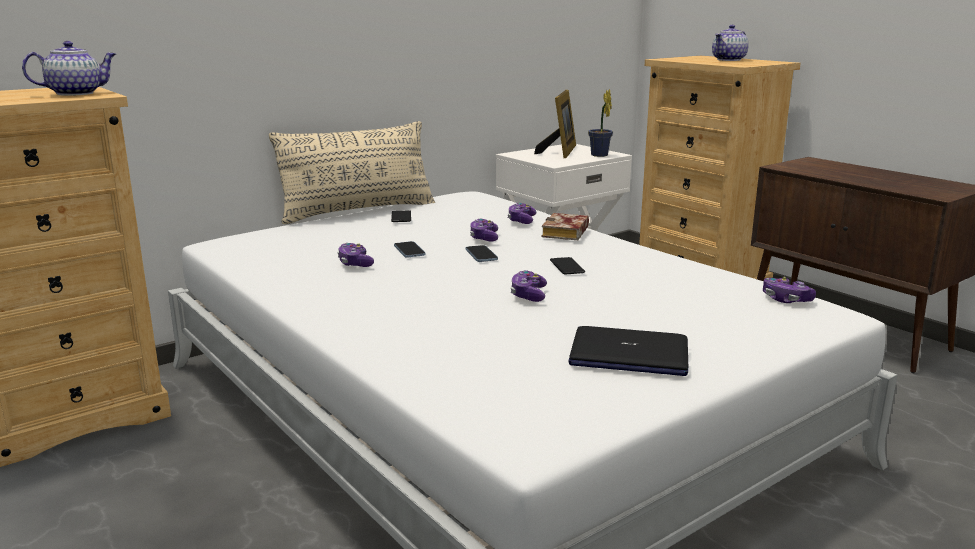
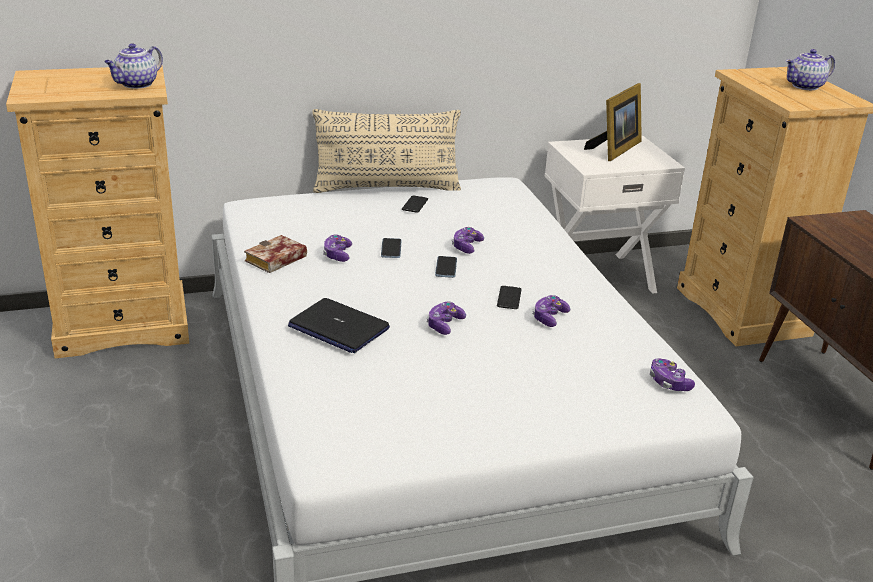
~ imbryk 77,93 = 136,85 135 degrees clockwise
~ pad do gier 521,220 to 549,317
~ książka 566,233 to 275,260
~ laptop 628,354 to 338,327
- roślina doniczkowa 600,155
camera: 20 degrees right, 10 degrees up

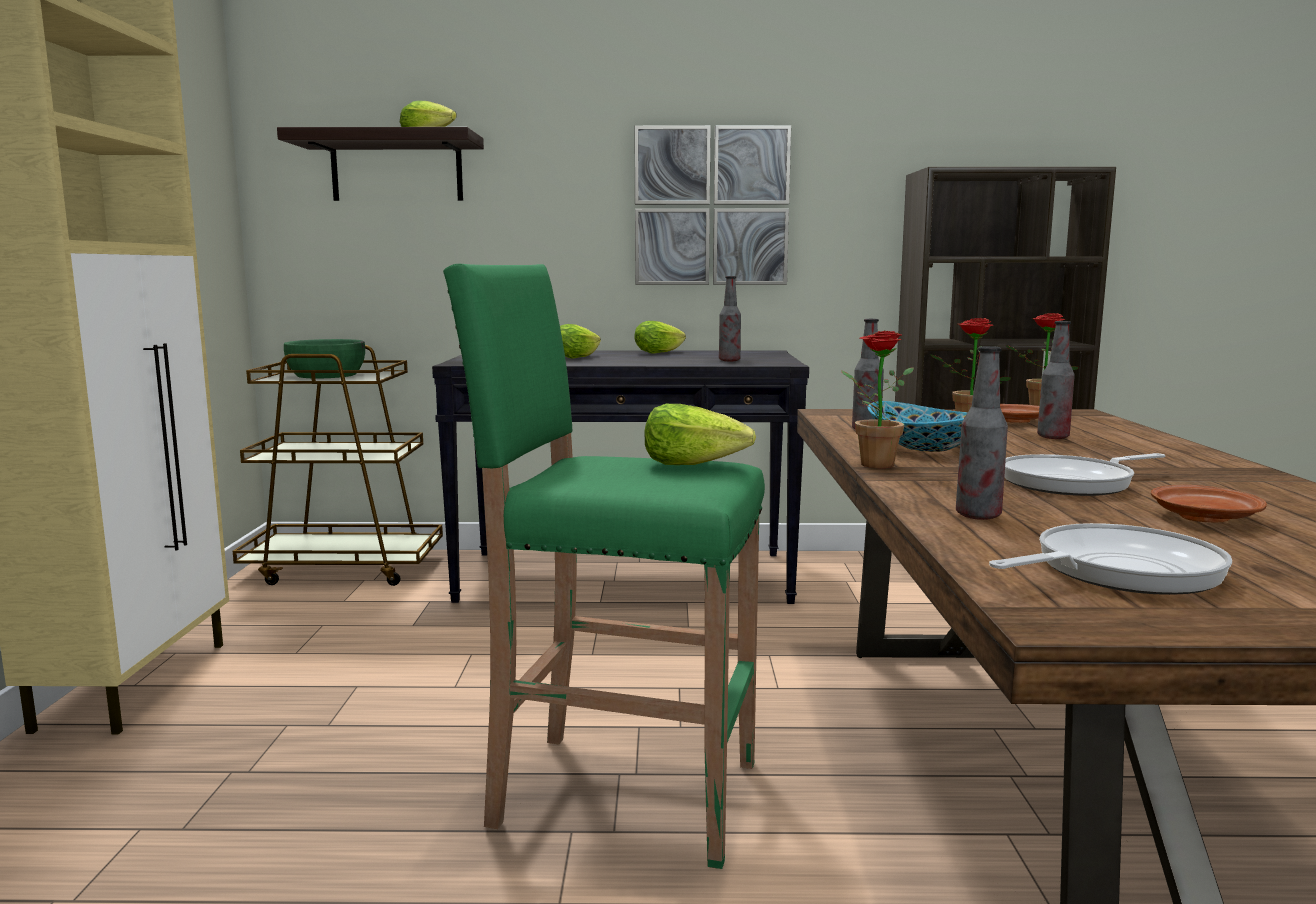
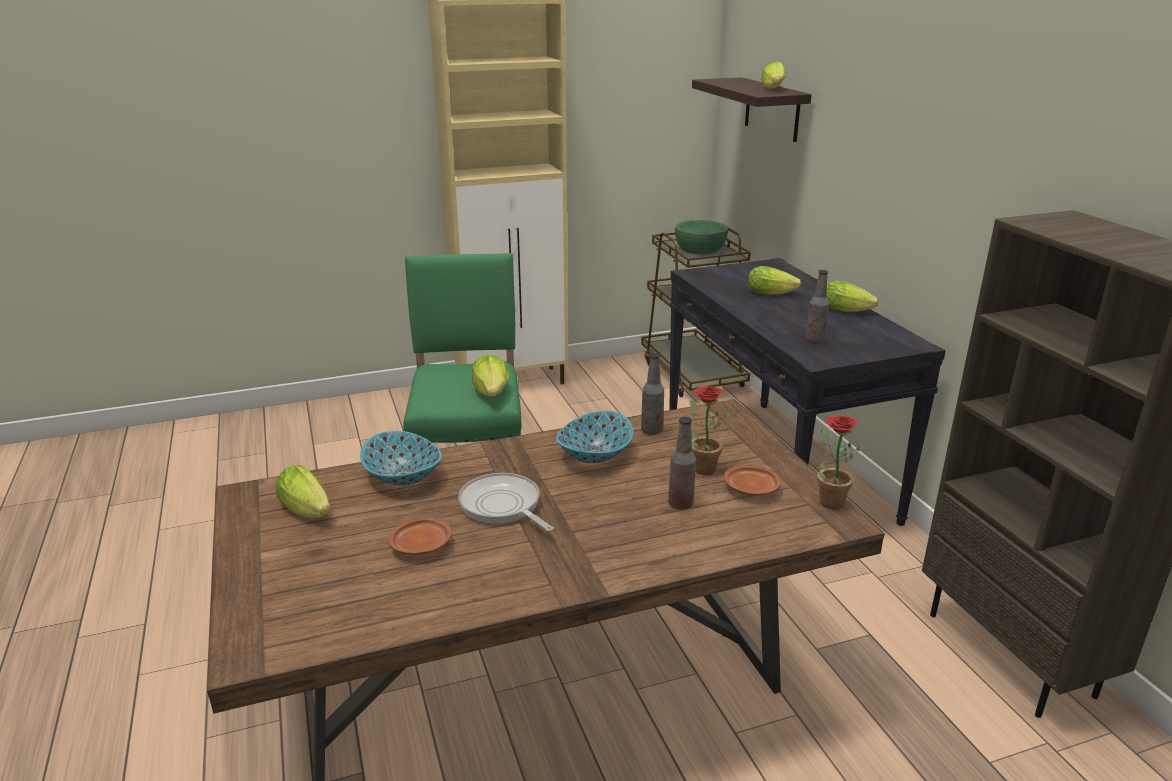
- obraz 711,206
- roślina doniczkowa 870,463
~ butelka 978,515 to miska 404,476
~ patelnia 1118,571 to sałata 308,511
camera: 70 degrees right, 15 degrees up

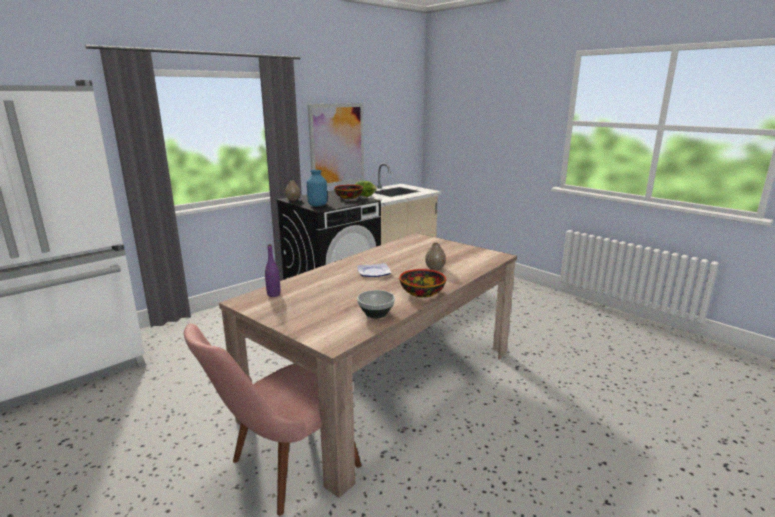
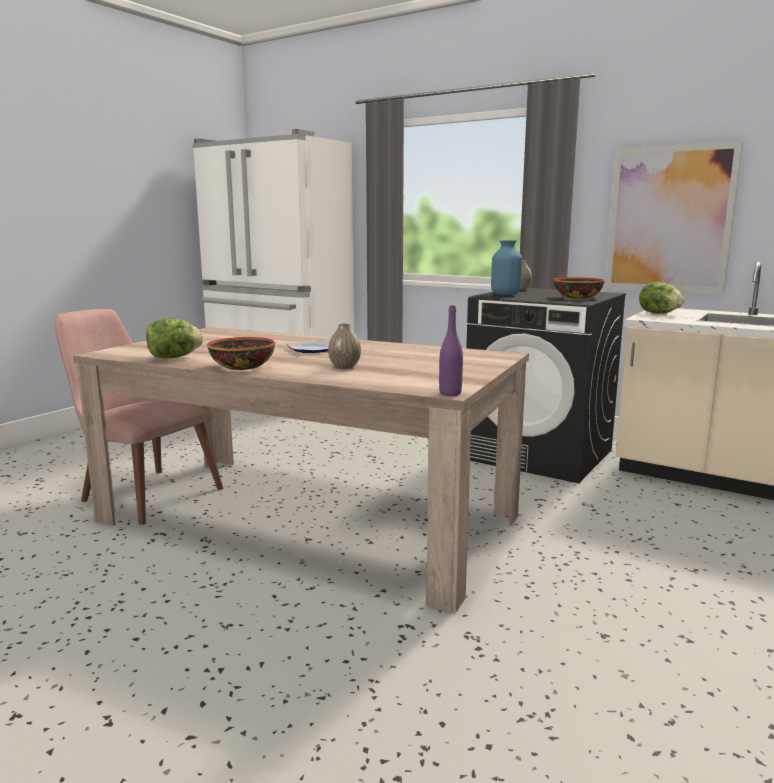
~ butelka (fioletowy) 273,294 to 450,393
~ miska 375,314 to sałata 174,358
camera: 75 degrees right, 5 degrees down

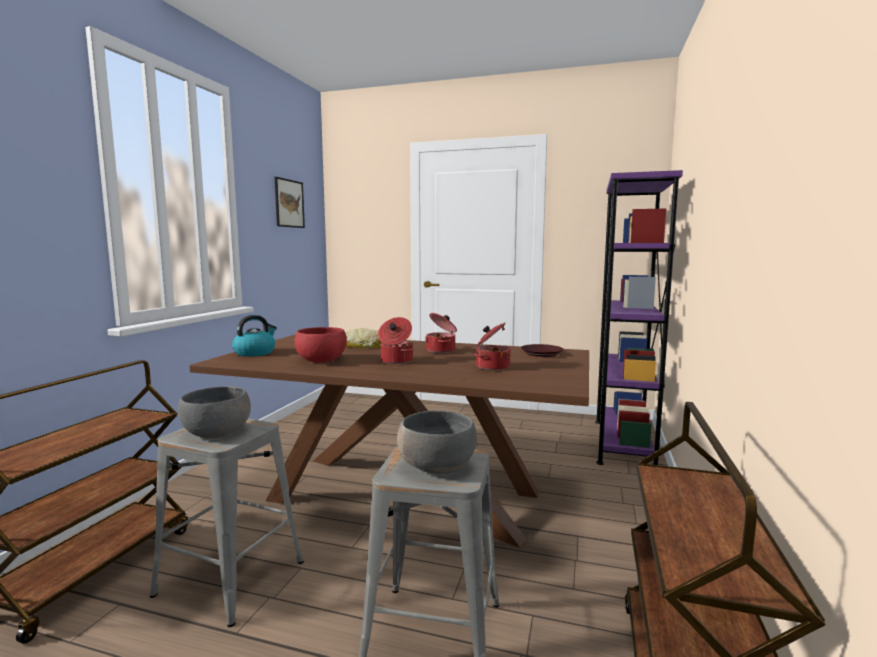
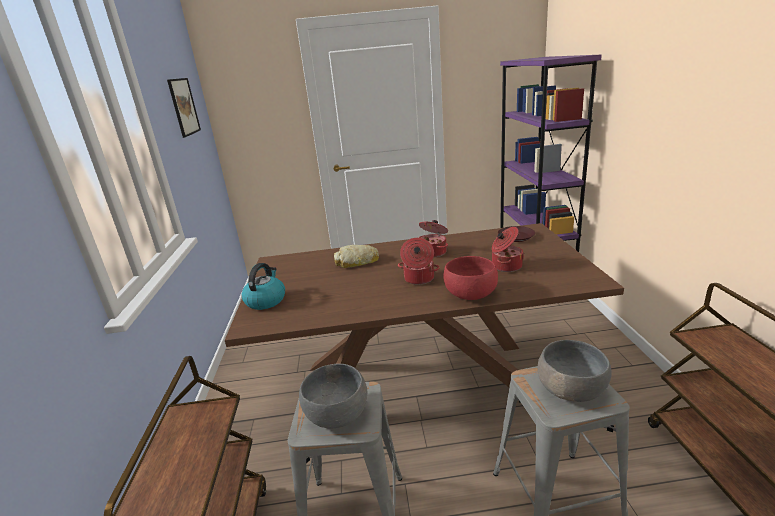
~ miska (czerwony) 321,360 to 470,294
camera: 20 degrees left, 15 degrees up

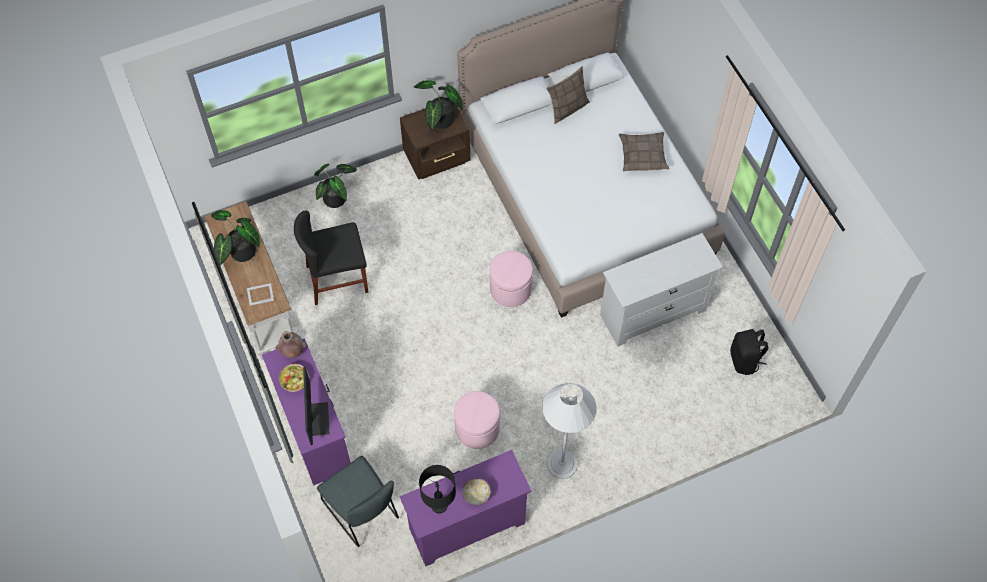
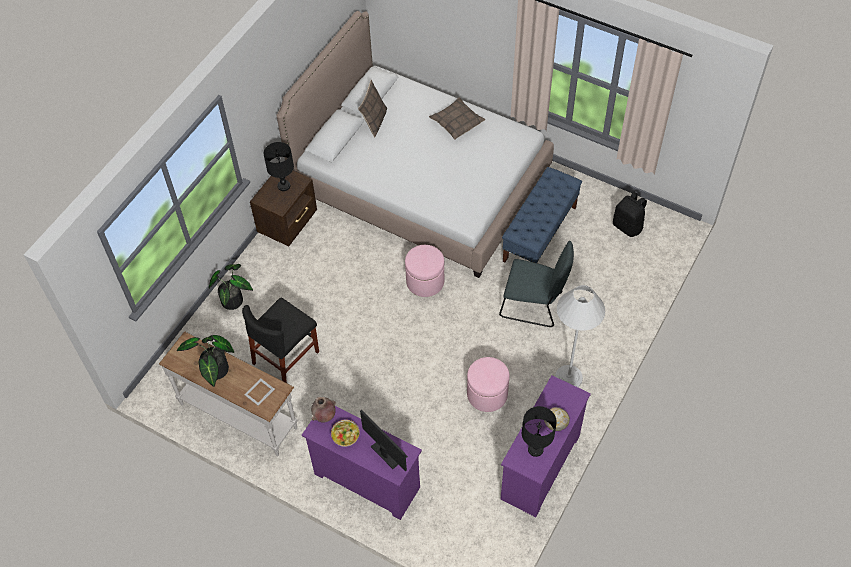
~ krzesło (szary) 362,512 to 534,305
~ roślina doniczkowa 440,121 to lampa stołowa (czarny) 284,186
~ komoda (biały) 653,312 to ławka (niebieski) 540,233
camera: 35 degrees left, 5 degrees down

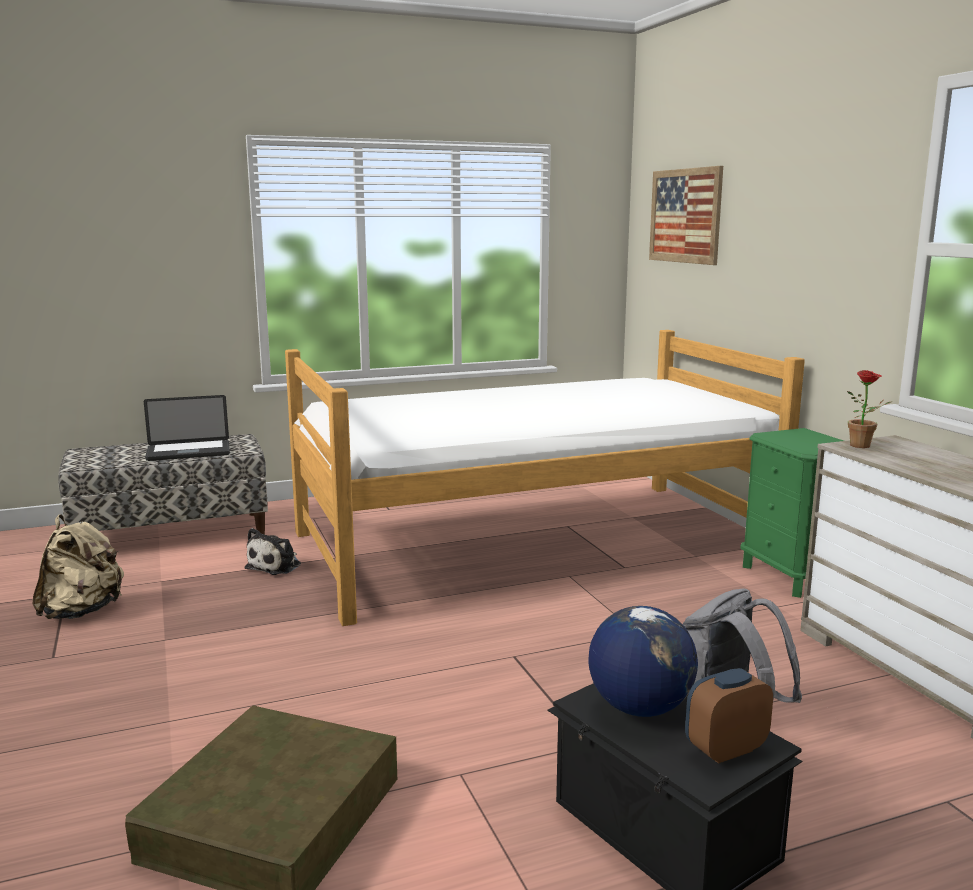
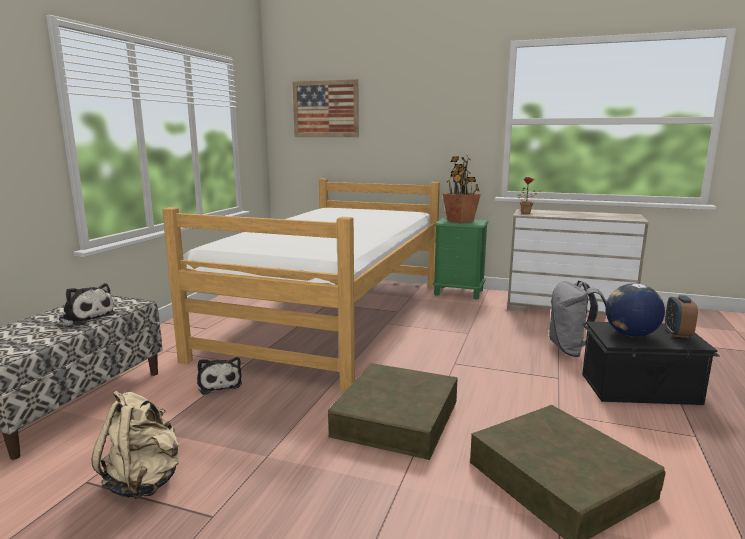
~ laptop 188,452 to pluszak 86,317
+ pojemnik do przechowywania (brązowy) 396,418
+ roślina doniczkowa 460,221
camera: 50 degrees left, 0 degrees up

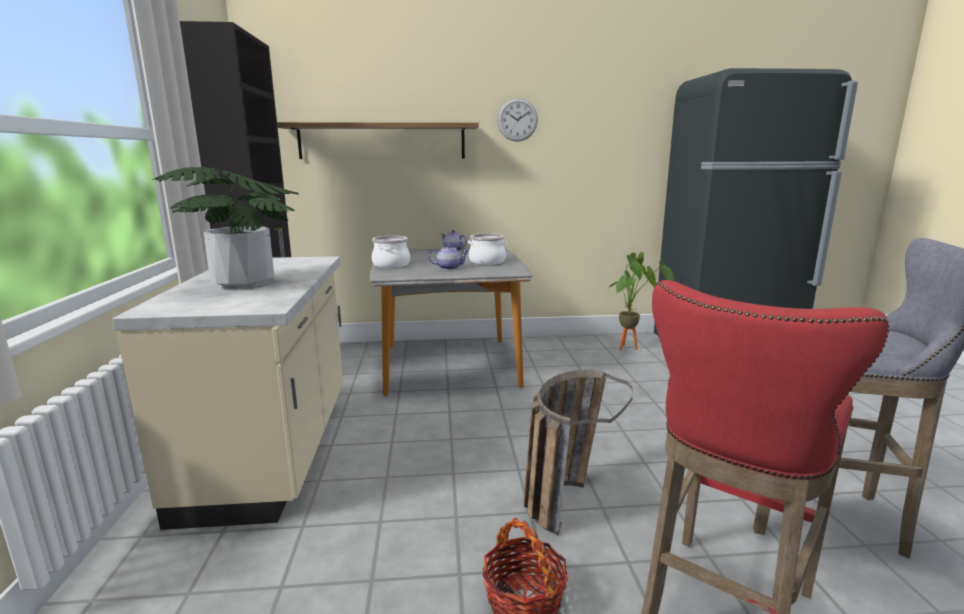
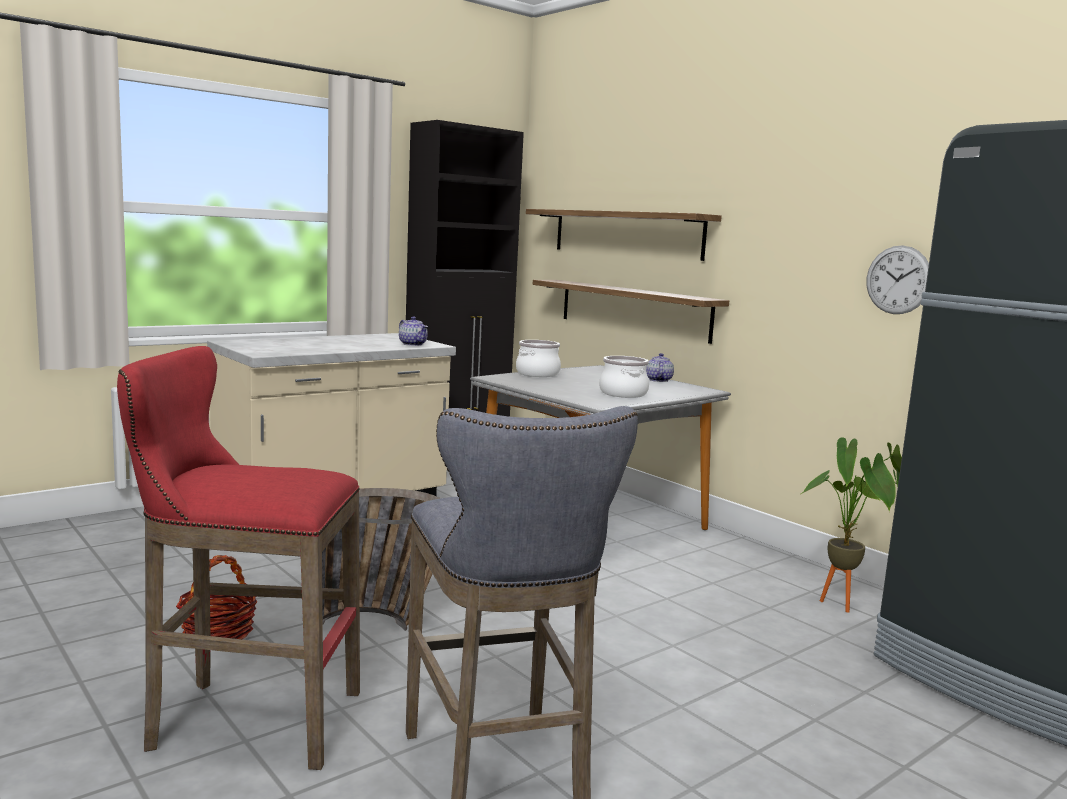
- roślina doniczkowa 244,283
~ imbryk 449,268 to 413,344
~ zegar ścienny 517,120 to 898,280
+ półka 633,309
camera: 55 degrees right, 5 degrees down

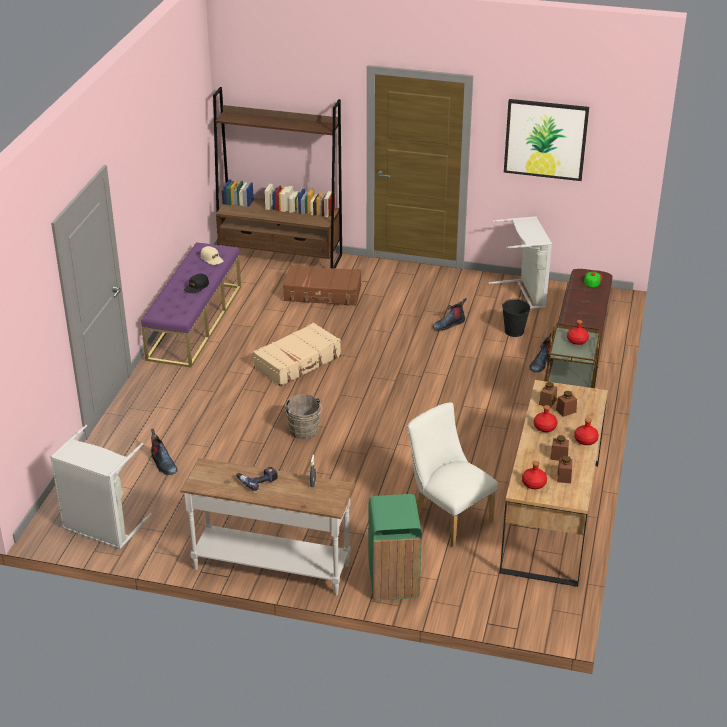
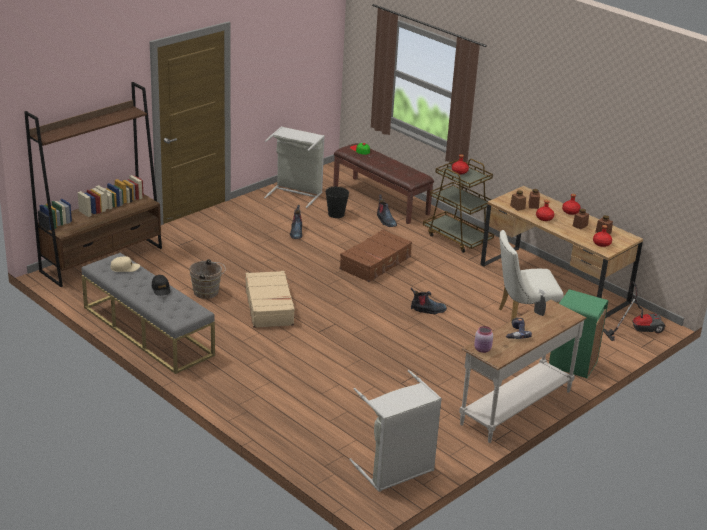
~ ławka (fioletowy) 195,322 to ławka (szary) 147,331
~ but z cholewką 163,464 to 427,310
~ walizka (brązowy) 323,294 to 376,263
~ wiadro (brązowy) 304,432 to 208,292
- obraz 545,139
+ słoik (różowy) 483,349
+ odkurzacz 637,329
camera: 60 degrees left, 5 degrees down

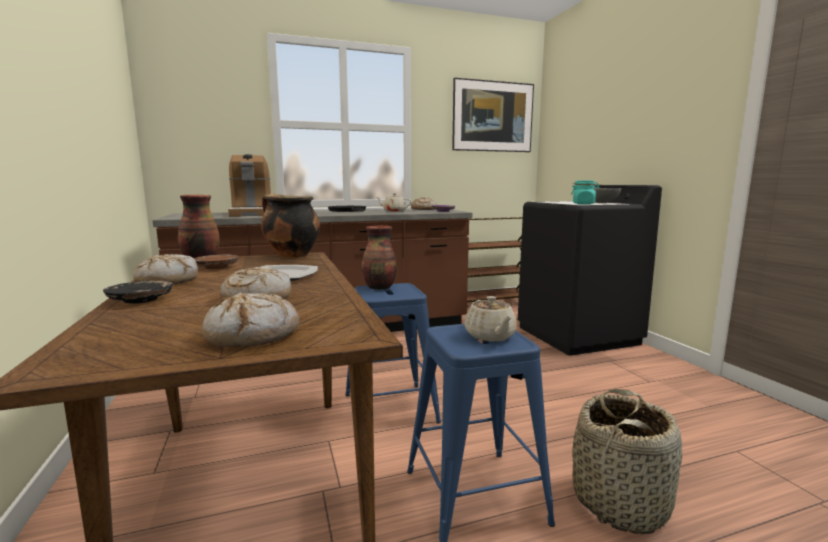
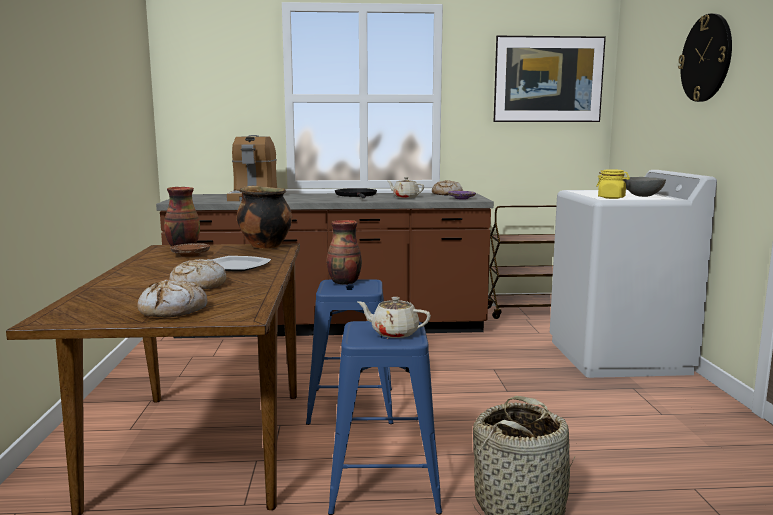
- talerz (czarny) 140,300
- chleb 168,280
~ imbryk (beżowy) 490,336 = 394,333 105 degrees clockwise
~ pralka (czarny) 577,335 to pralka (biały) 618,357
~ słoik (turkusowy) 583,204 to słoik (żółty) 611,198
+ zegar ścienny 706,58
camera: 15 degrees right, 0 degrees up

